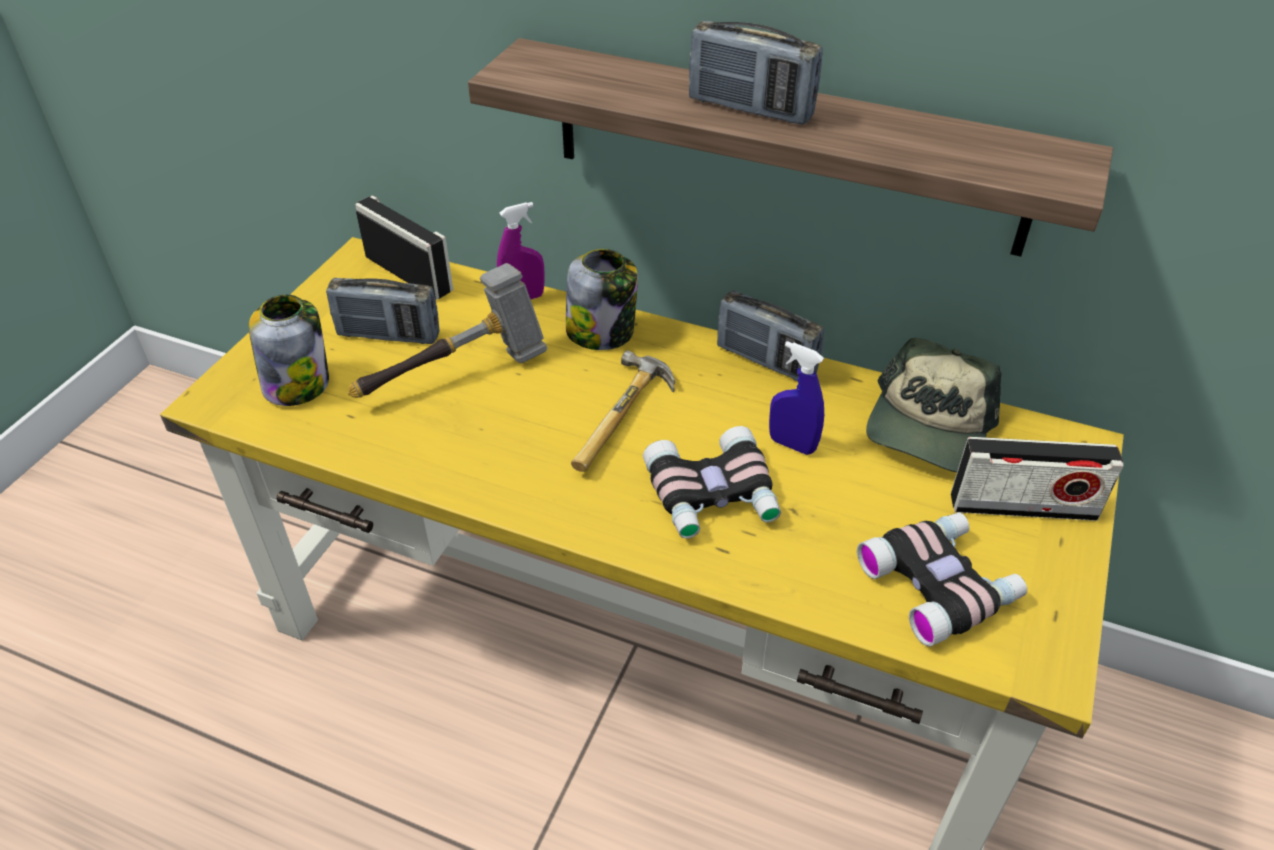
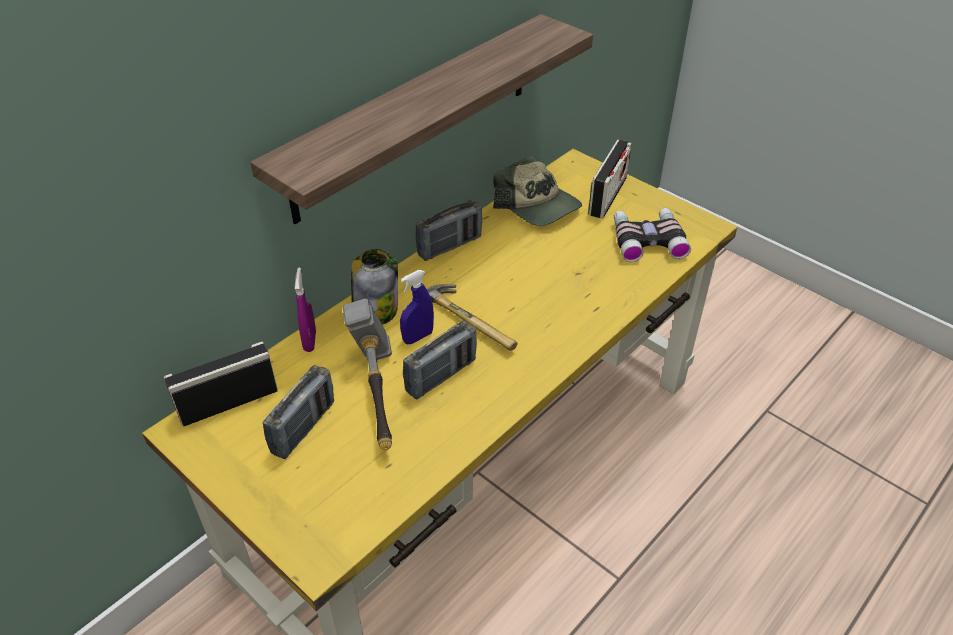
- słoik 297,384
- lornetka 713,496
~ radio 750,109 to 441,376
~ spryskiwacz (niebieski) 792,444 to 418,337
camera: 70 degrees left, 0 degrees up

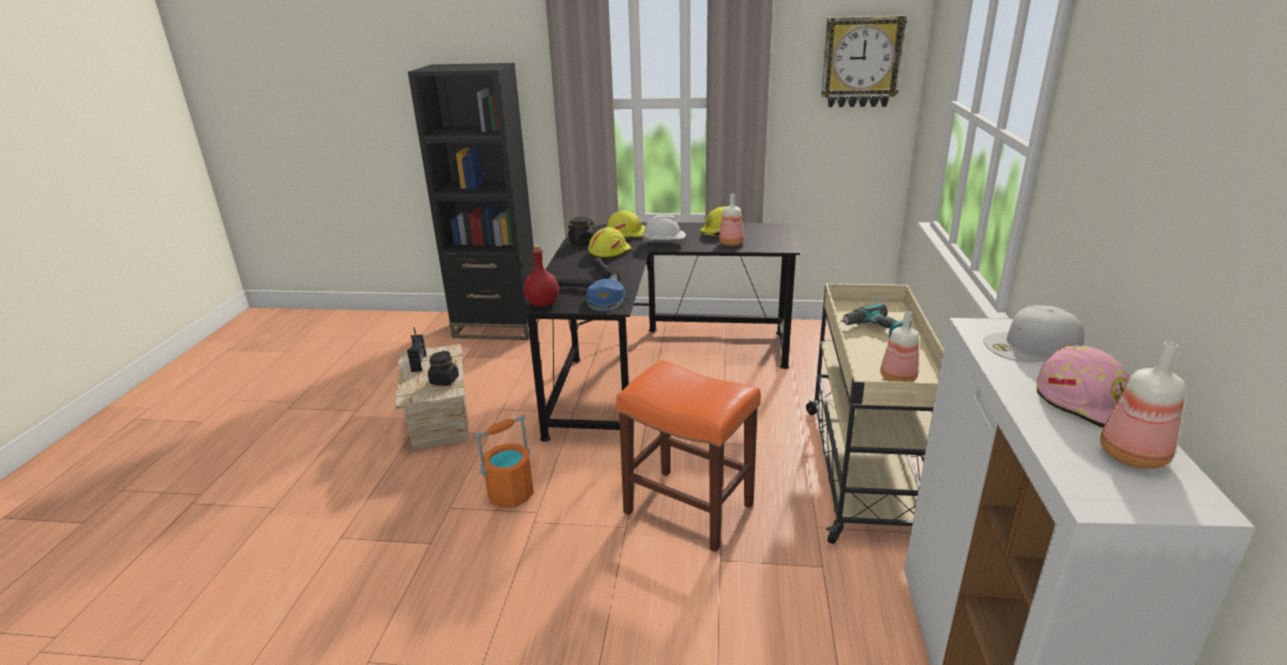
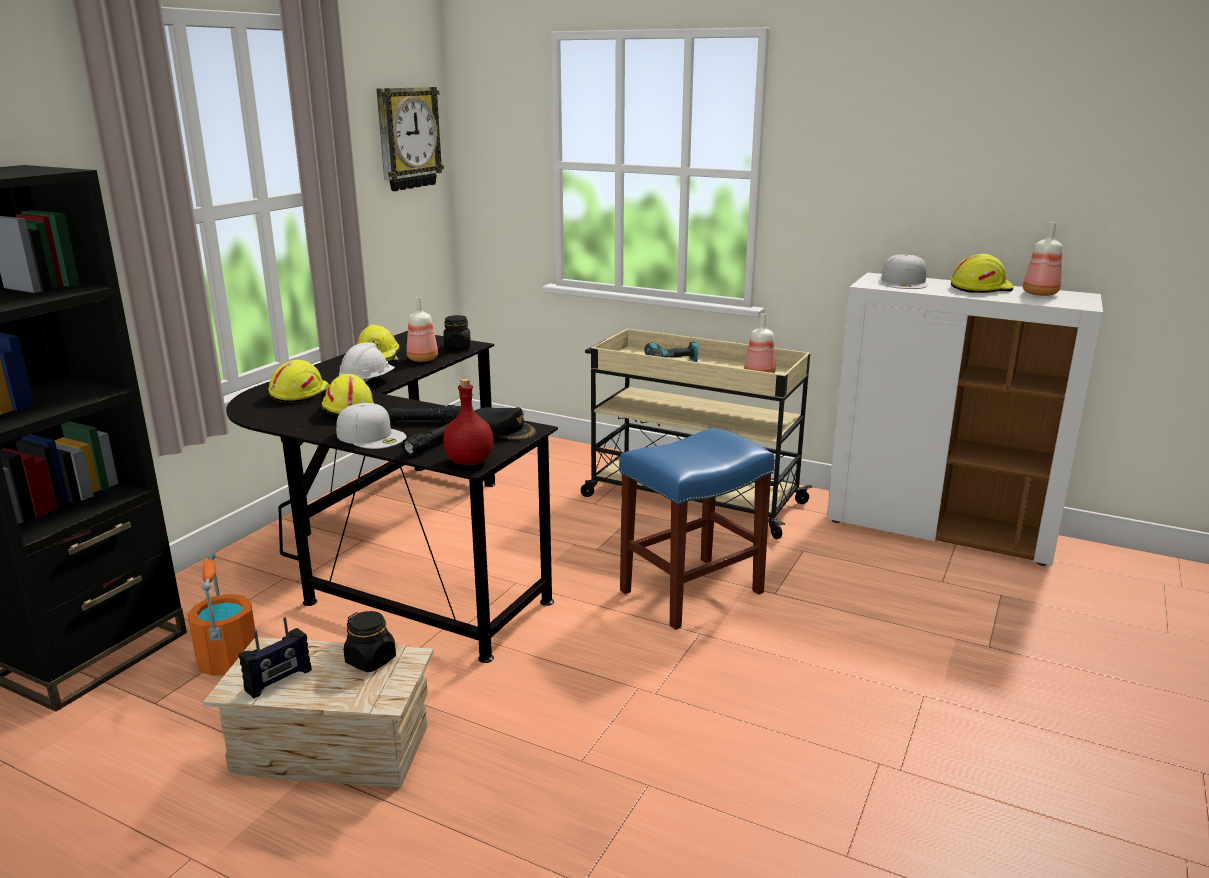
~ radio 419,363 = 279,681 120 degrees clockwise
~ wiadro (pomarańczowy) 511,493 to 228,660
~ słoik (czarny) 582,243 to 457,347
~ czapka z daszkiem (niebieski) 606,300 to czapka z daszkiem (czarny) 503,430
~ stołek (pomarańczowy) 686,508 to stołek (niebieski) 690,593
~ kask (różowy) 1087,402 to kask (żółty) 980,288
+ czapka z daszkiem (biały) 372,436
camera: 70 degrees left, 5 degrees down

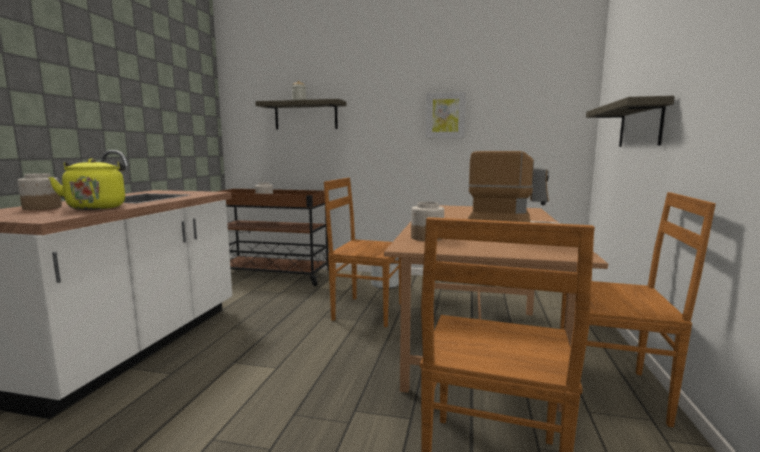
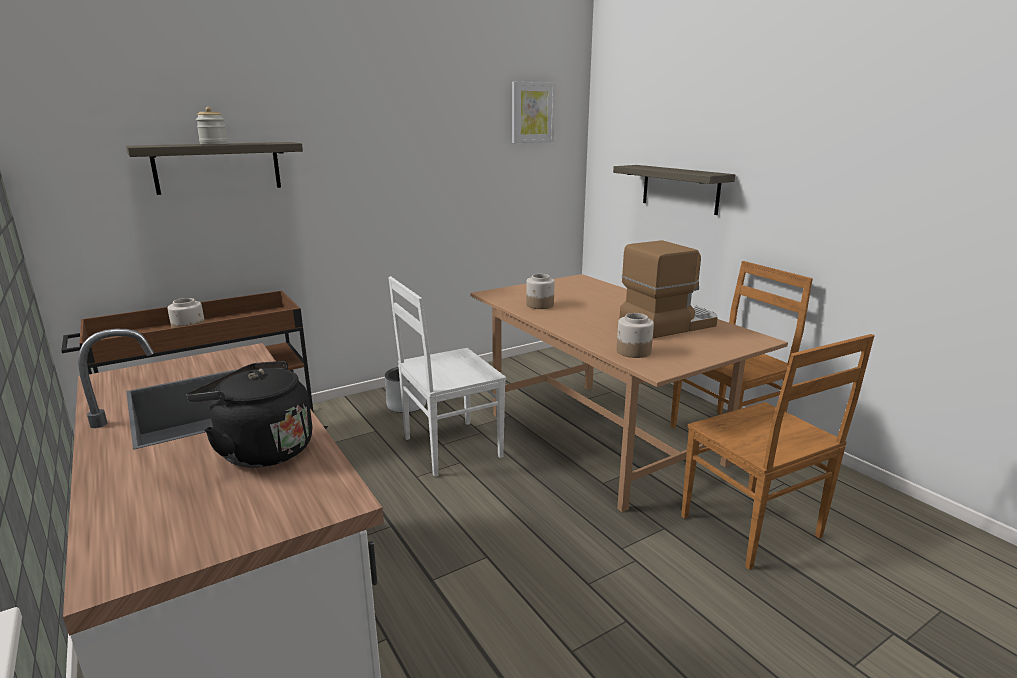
~ słoik 41,208 to 540,305
~ czajnik (żółty) 97,207 to czajnik (czarny) 261,450
~ krzesło (brązowy) 366,311 to krzesło (biały) 449,448
~ obraz 445,115 to 532,112
camera: 45 degrees left, 10 degrees up

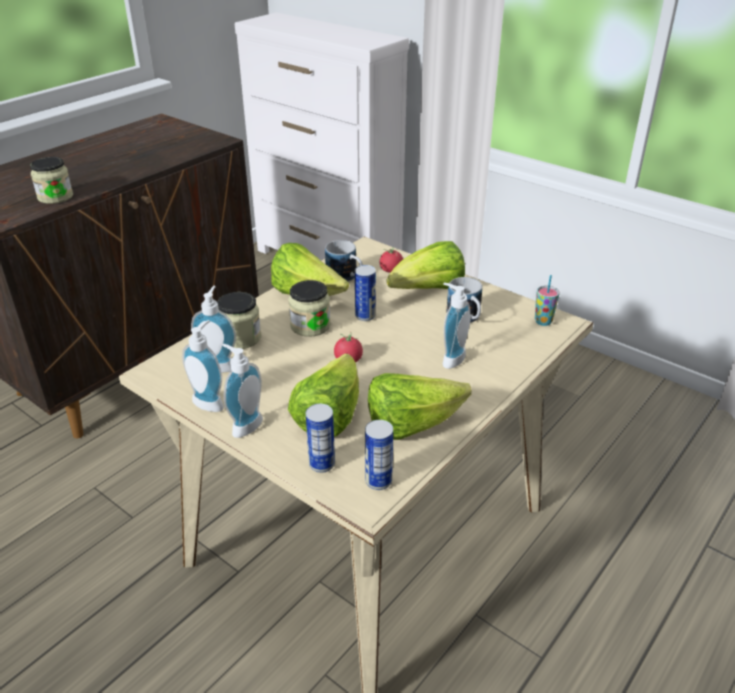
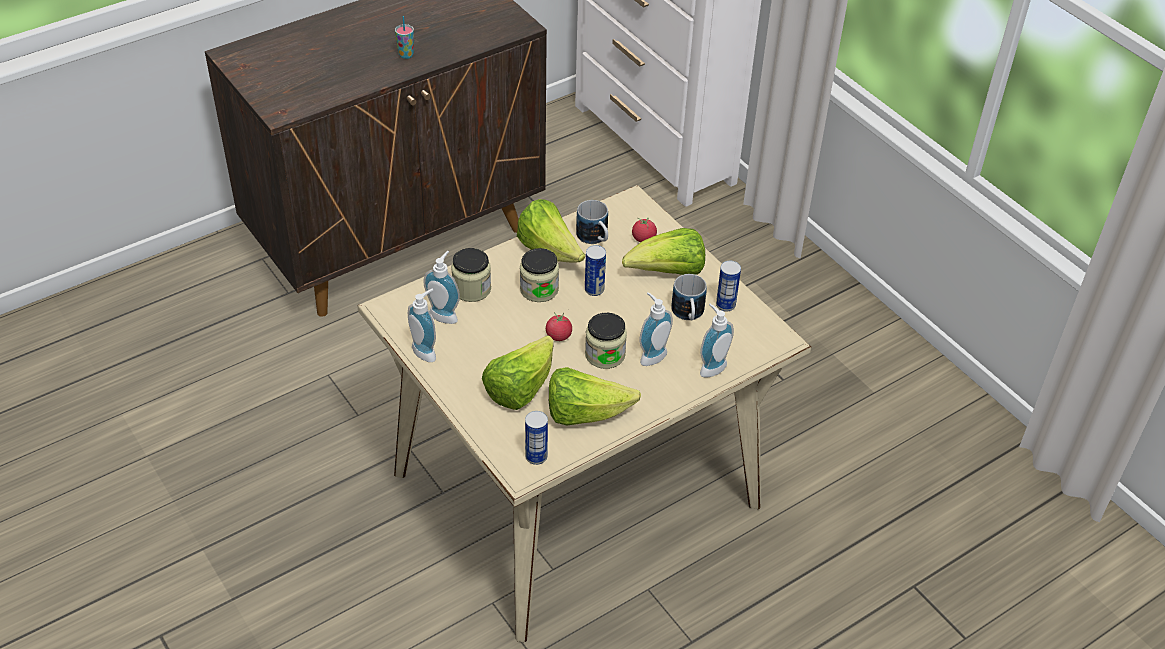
~ słoik 55,197 to 605,355
~ dozownik mydła 244,425 to 710,367
~ puszka 322,464 to 725,305
~ filiżanka 543,321 to 406,55
camera: 15 degrees right, 10 degrees up

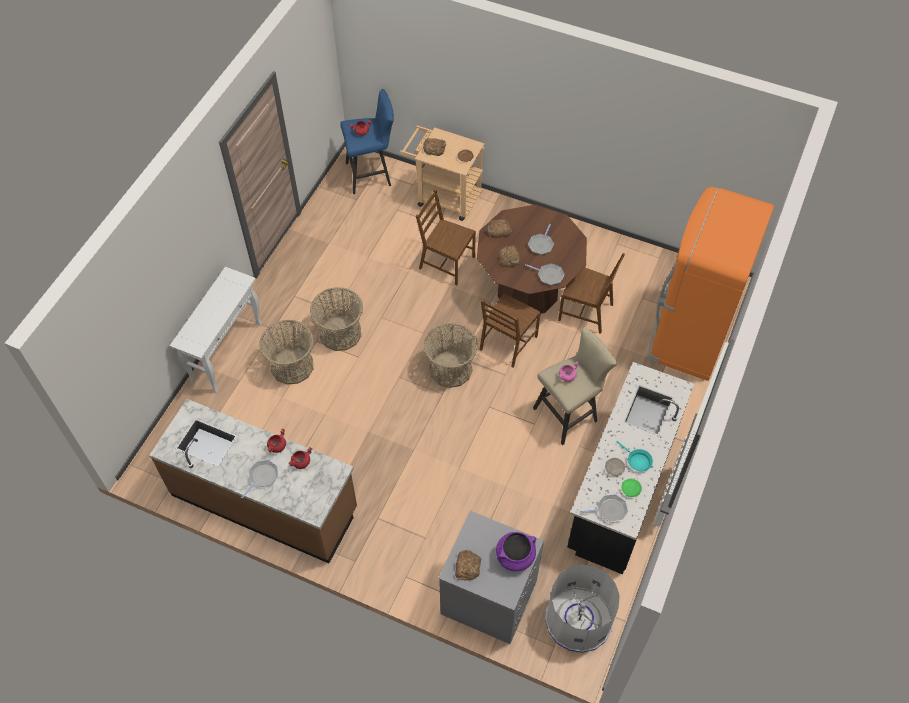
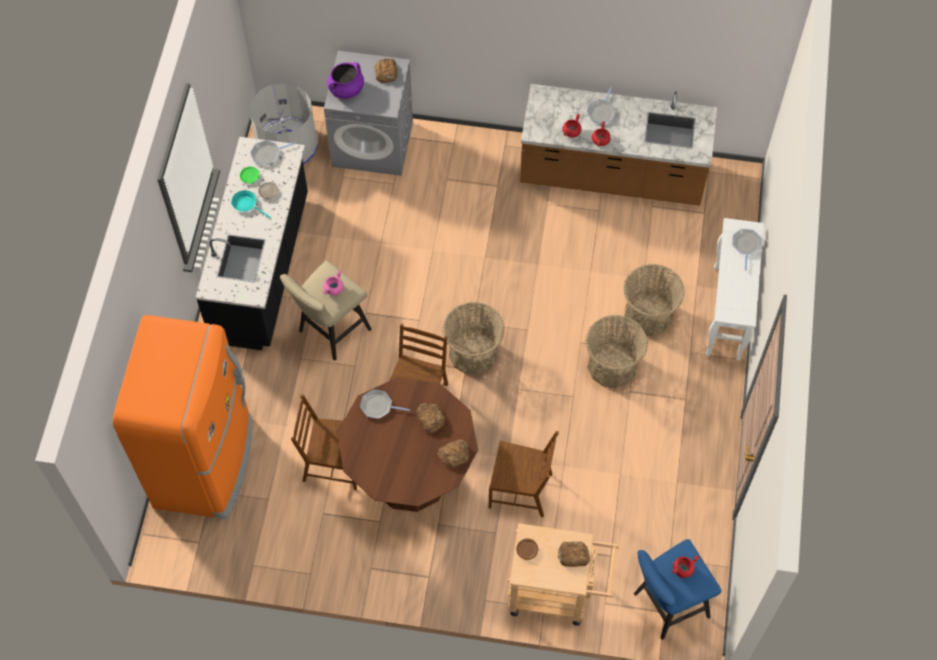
~ patelnia 541,244 to 746,245
camera: 165 degrees right, 5 degrees up

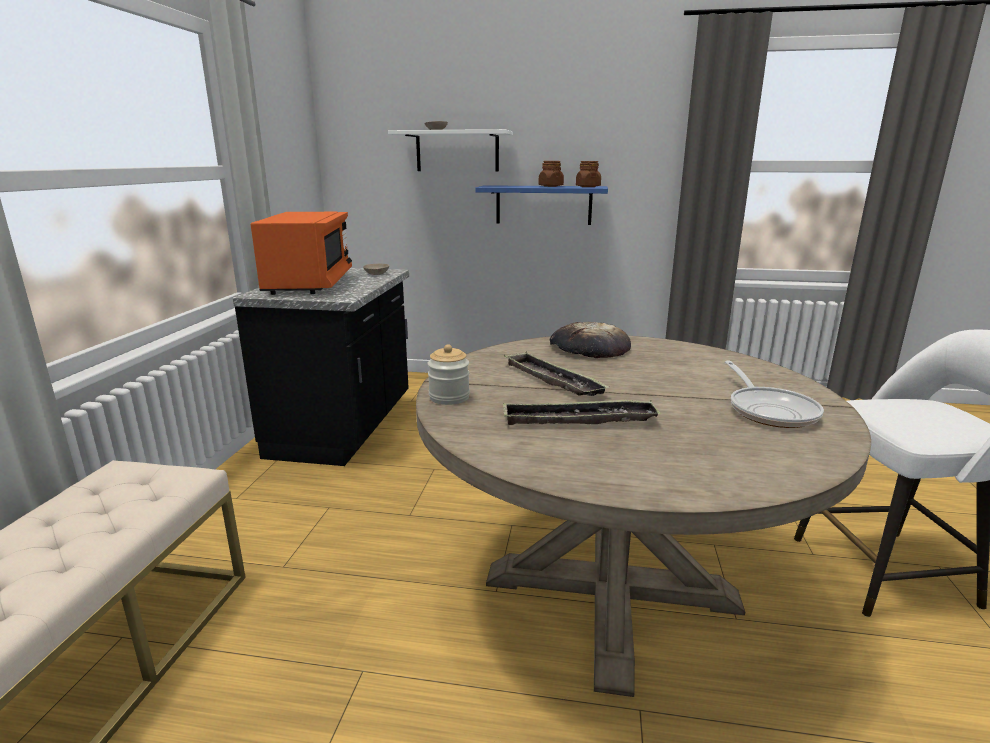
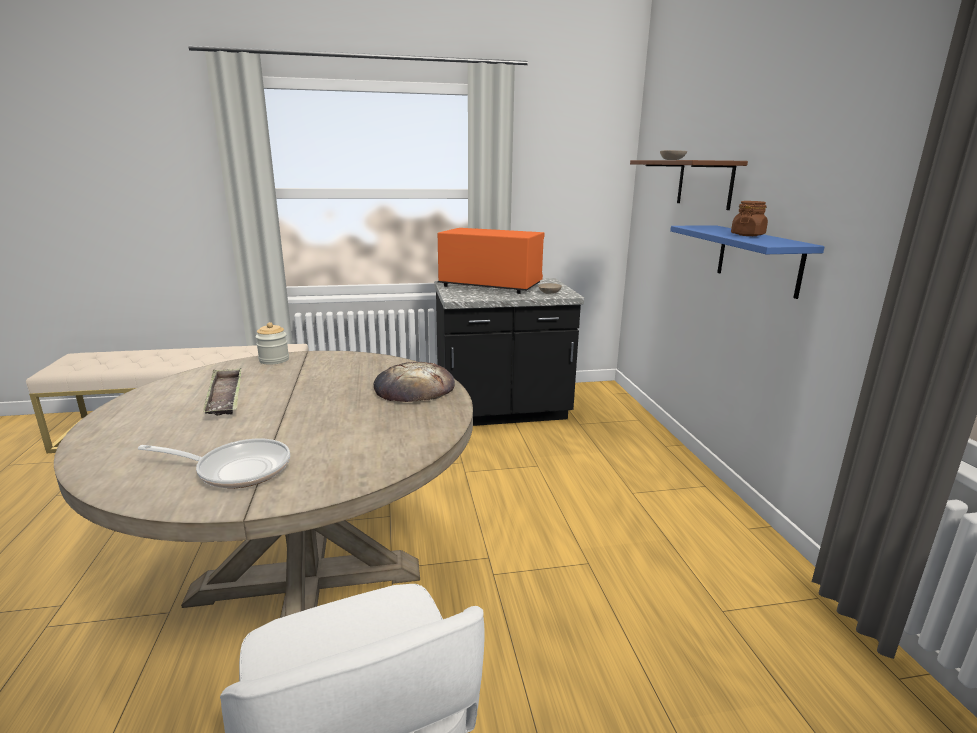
~ mikrofalówka (pomarańczowy) 310,284 = 490,286 135 degrees counterclockwise
~ półka (biały) 457,151 to półka (brązowy) 704,183
- taca 552,380
- słoik (brązowy) 587,187
~ patelnia 769,410 = 237,469 150 degrees counterclockwise
camera: 70 degrees right, 0 degrees up

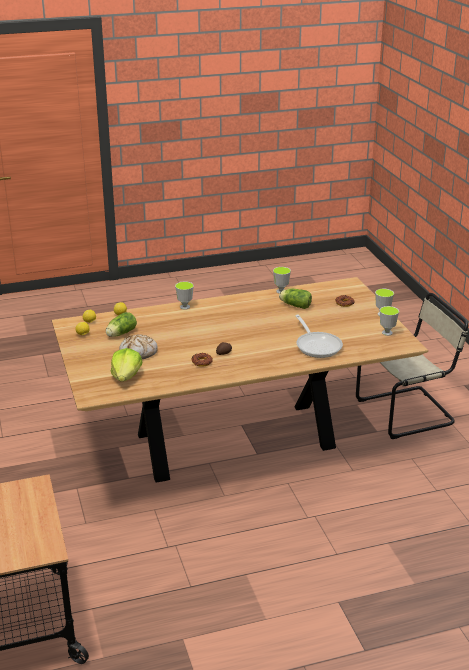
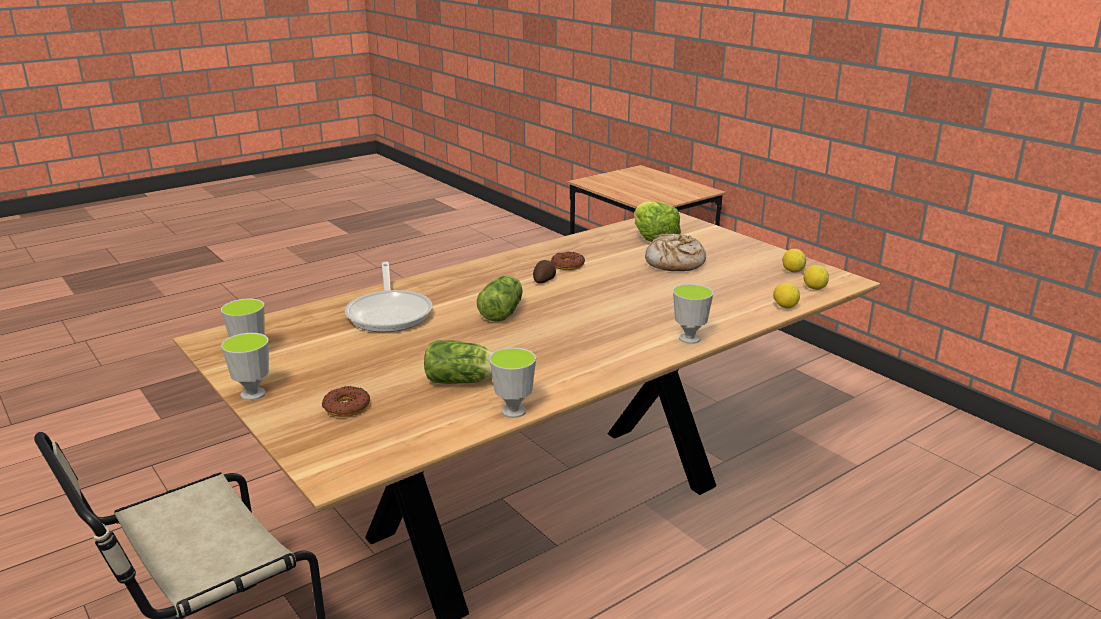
~ sałata 120,334 to 503,311
~ patelnia 317,345 = 390,313 150 degrees counterclockwise
camera: 160 degrees right, 5 degrees down

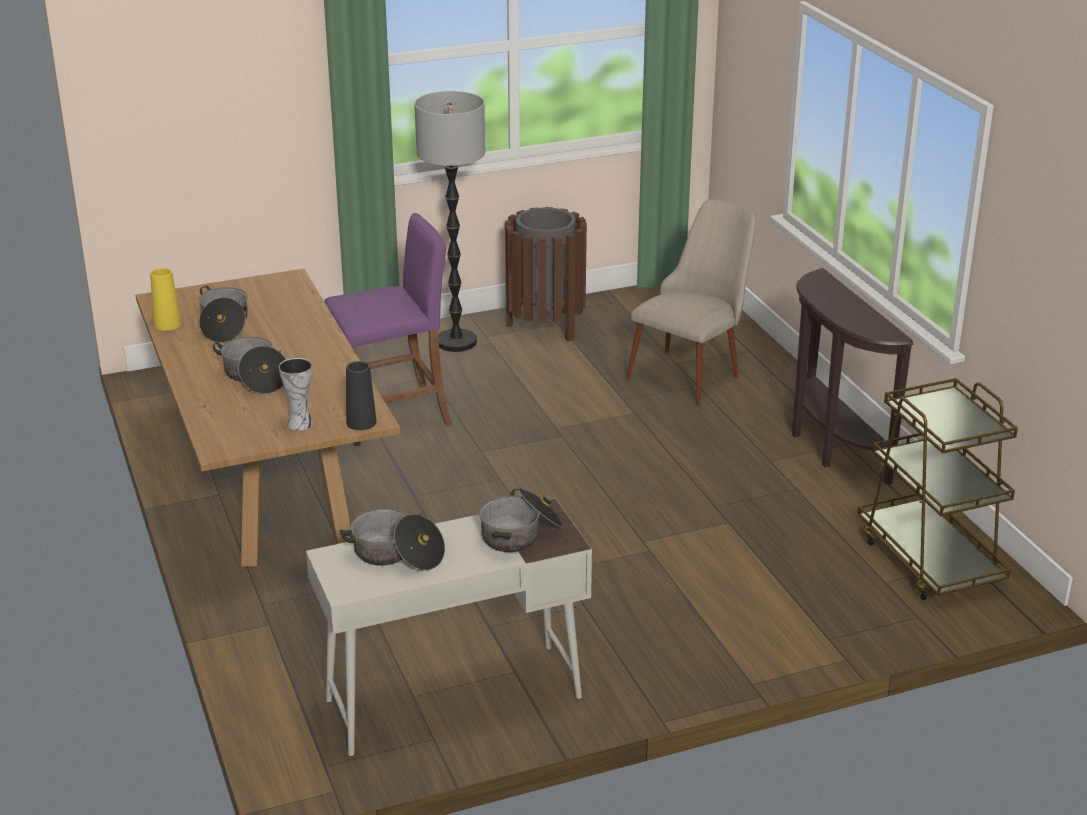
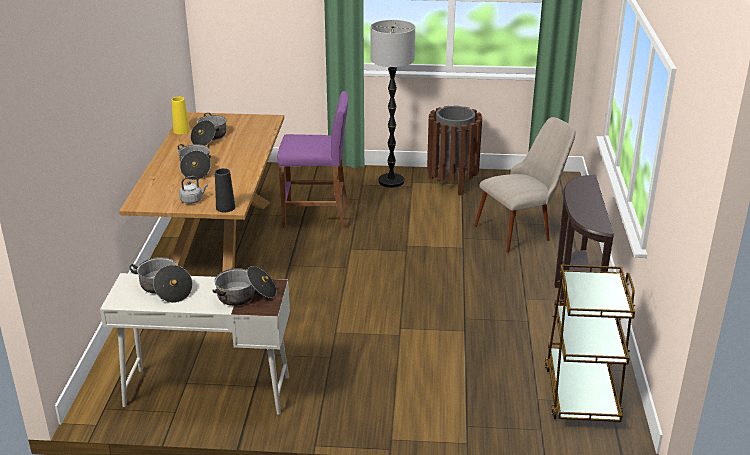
~ wazon 300,423 to czajnik (szary) 192,200
camera: 25 degrees right, 0 degrees up

